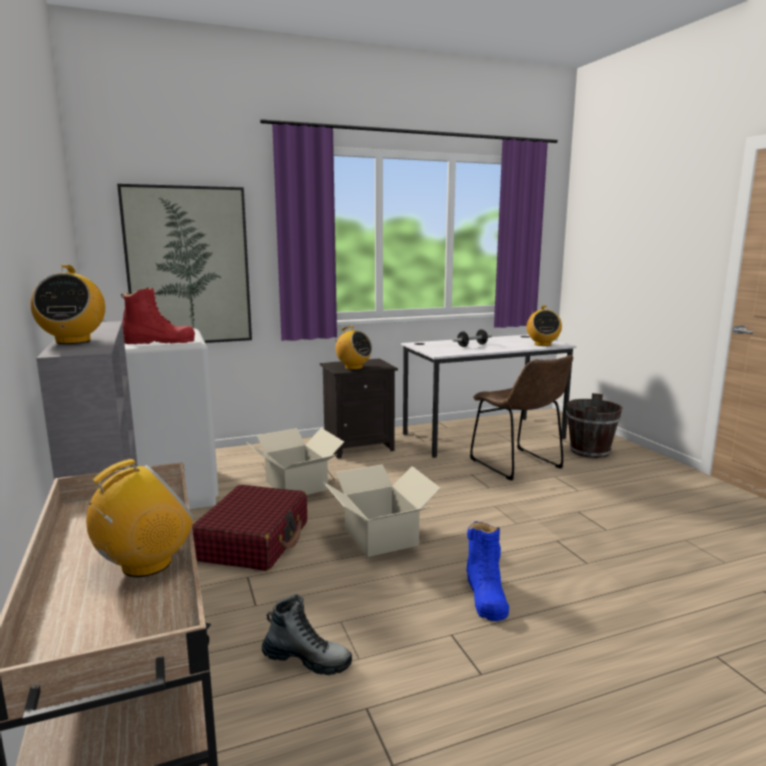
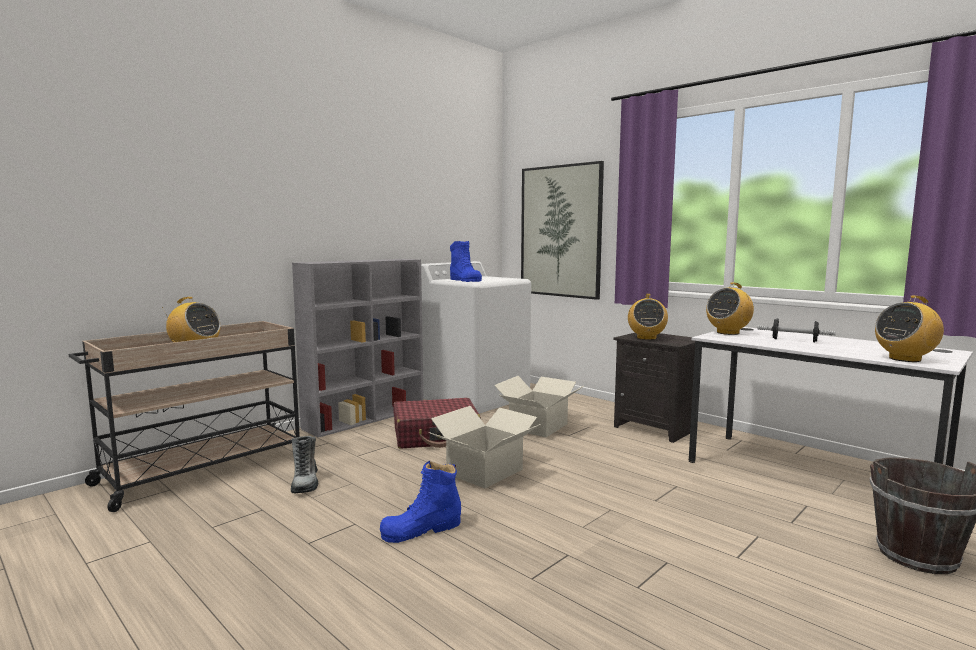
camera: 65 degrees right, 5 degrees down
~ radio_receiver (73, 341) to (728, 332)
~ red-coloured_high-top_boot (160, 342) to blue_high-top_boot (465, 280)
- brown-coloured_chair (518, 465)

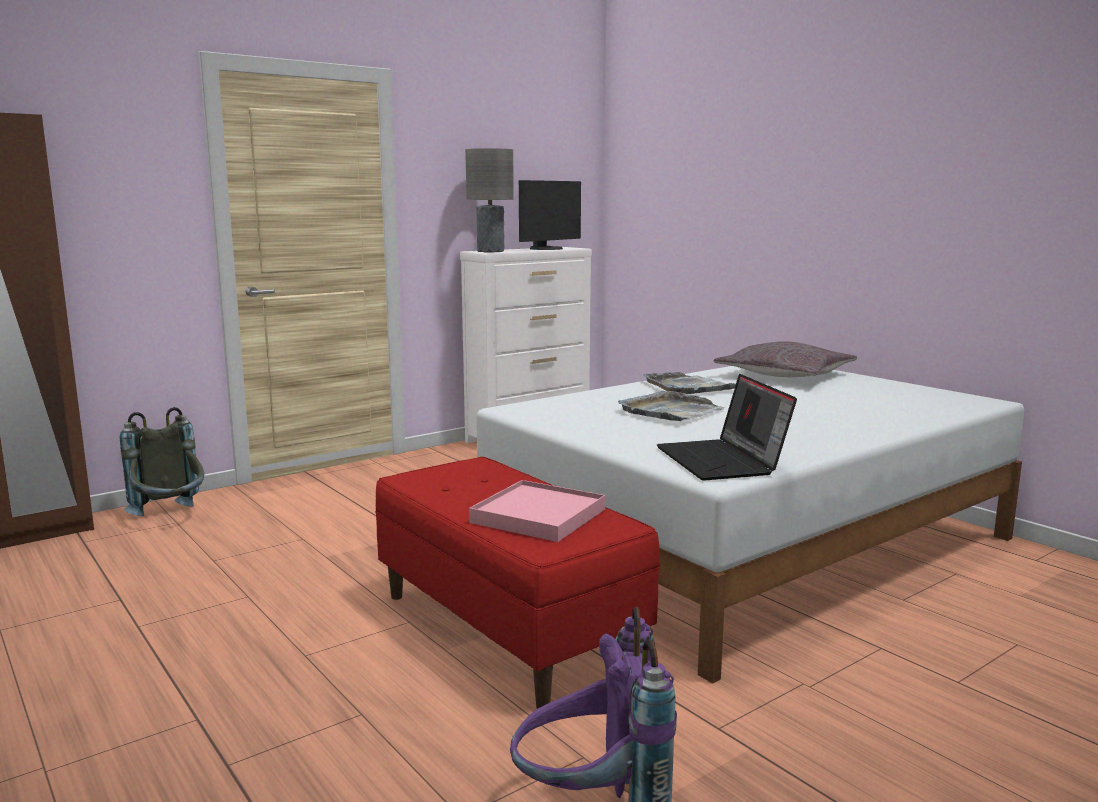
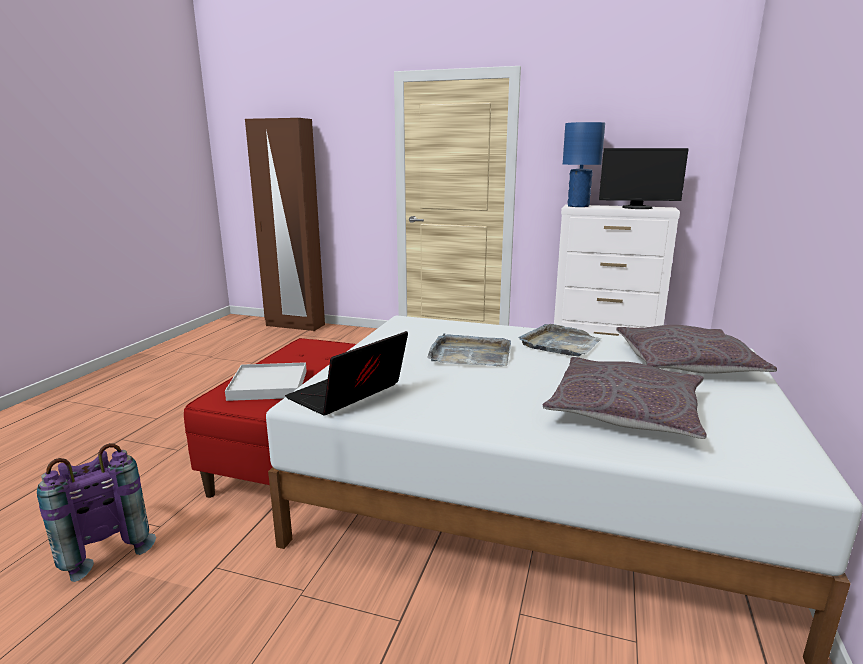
camera: 55 degrees right, 5 degrees up
~ grey_lamp_for_a_table (491, 251) to blue_lamp_for_a_table (578, 206)
- grey_backpack (171, 517)
~ pinkish_serving_tray (538, 516) to white-coloured_serving_tray (268, 385)
+ grey_pillow (625, 411)

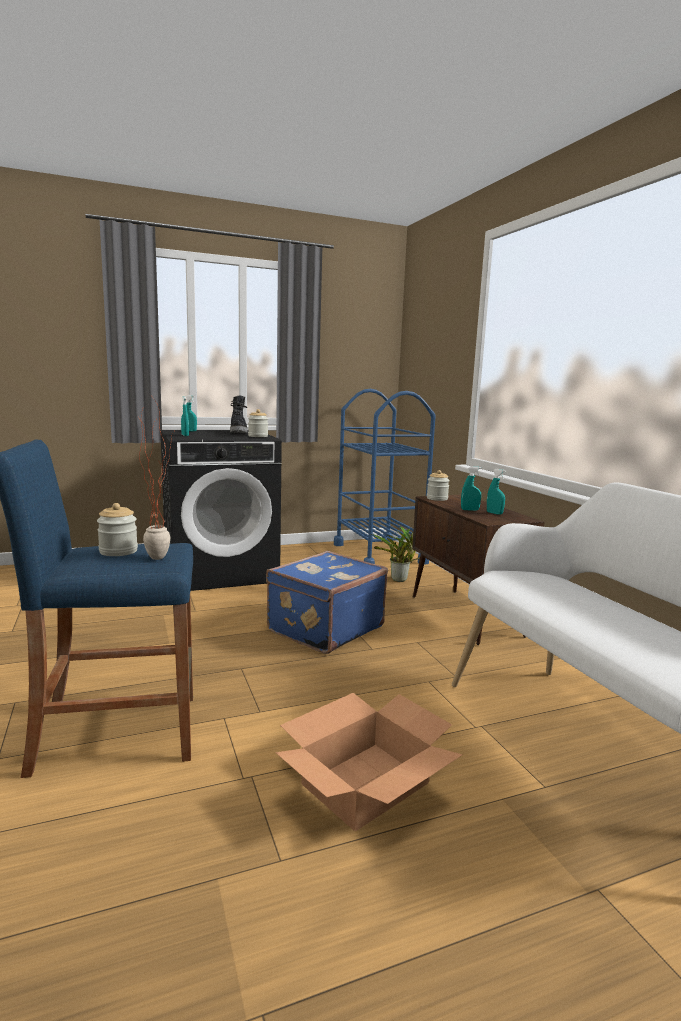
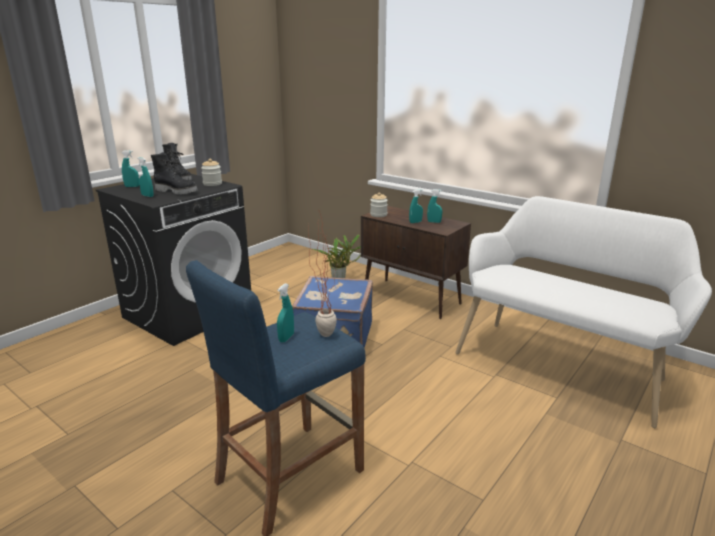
camera: 30 degrees left, 10 degrees up
- blue_trolley (379, 553)
~ preserve_jar (118, 551) to blue-green_sprayer (286, 338)
- carton (365, 783)
+ black_high-top_boot (177, 191)

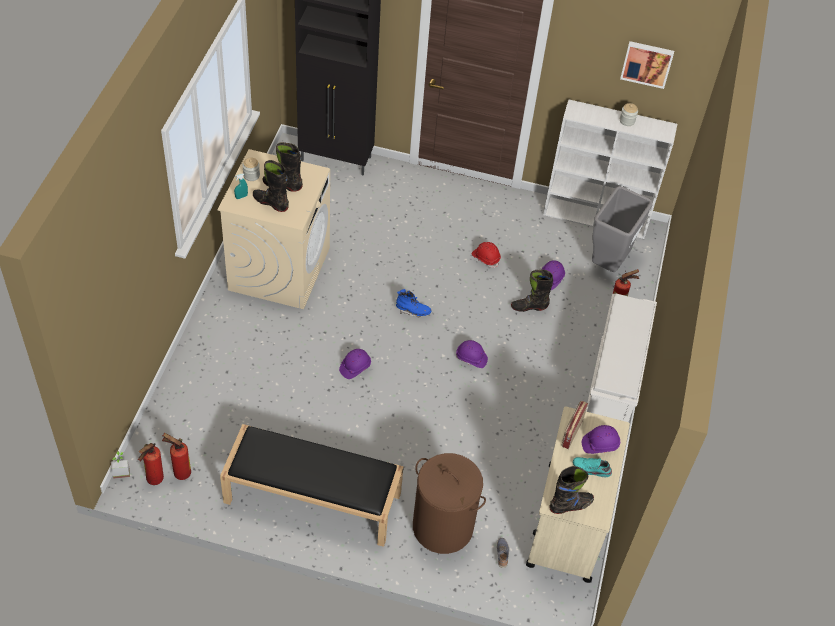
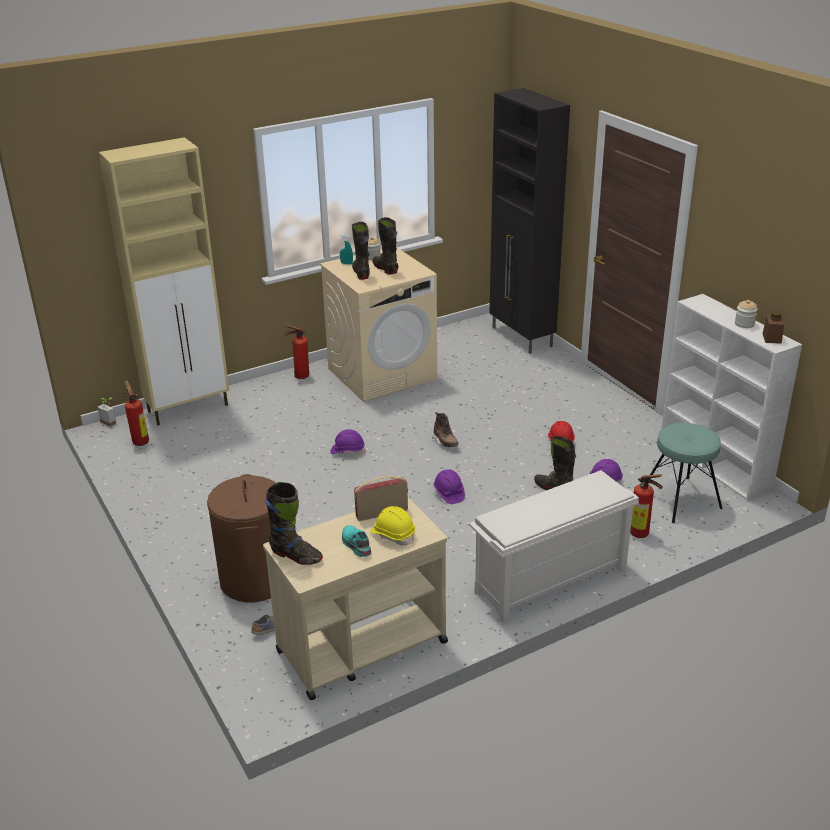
camera: 50 degrees right, 20 degrees down
- wall_art (647, 63)
~ grey_rubbish_bin (608, 264) to blue-green_stool (680, 500)
~ blue_high-top_boot (413, 311) to brown-coloured_high-top_boot (445, 442)
- black_long_seat (311, 498)
~ purple_hard_hat (600, 444) to yellow_hard_hat (393, 534)
~ fire_extinguisher (153, 480) to (299, 376)
+ beige_storage_cabinet (189, 408)
+ brown-coloured_preserve_jar (772, 338)

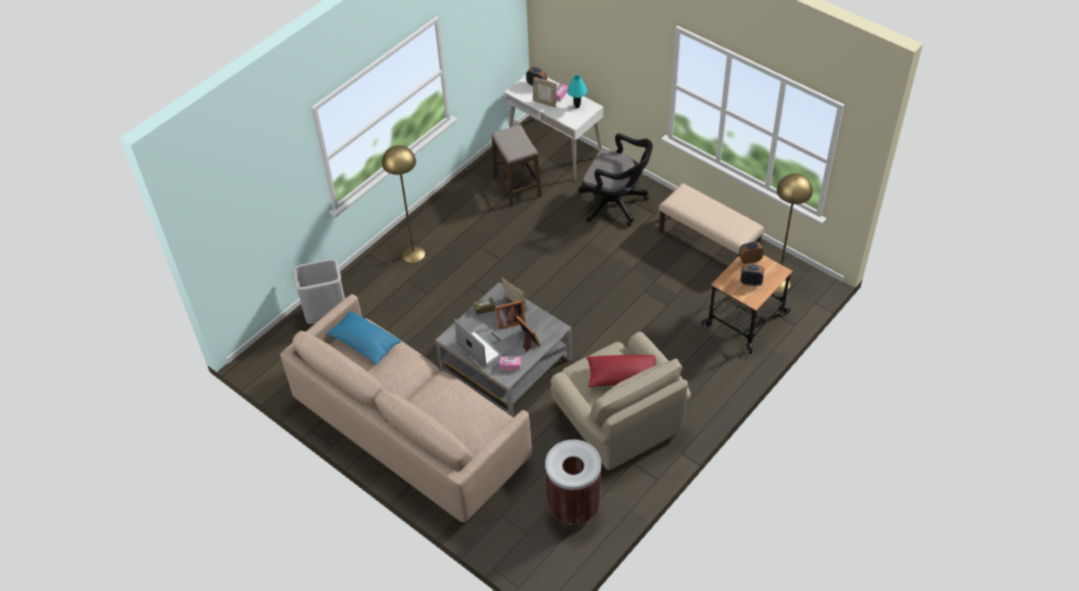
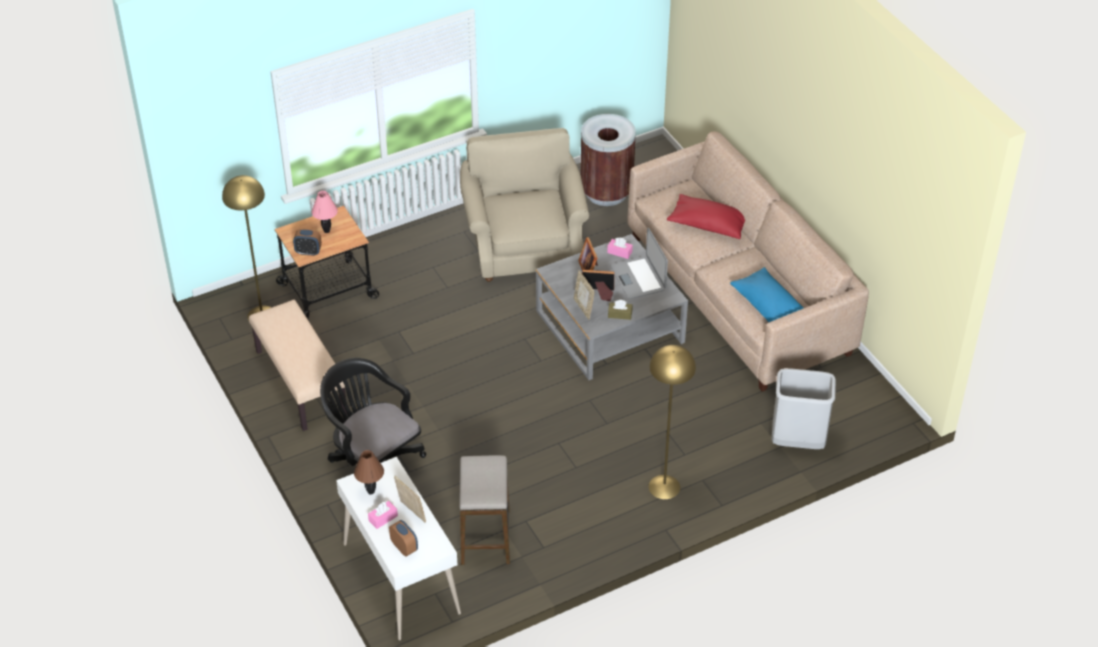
camera: 160 degrees left, 5 degrees down
~ blue-green_lamp_for_a_table (577, 106) to brown-coloured_lamp_for_a_table (370, 492)
~ table_clock (751, 282) to pinkish_lamp_for_a_table (326, 231)
~ red-coloured_pillow (622, 377) to (708, 224)

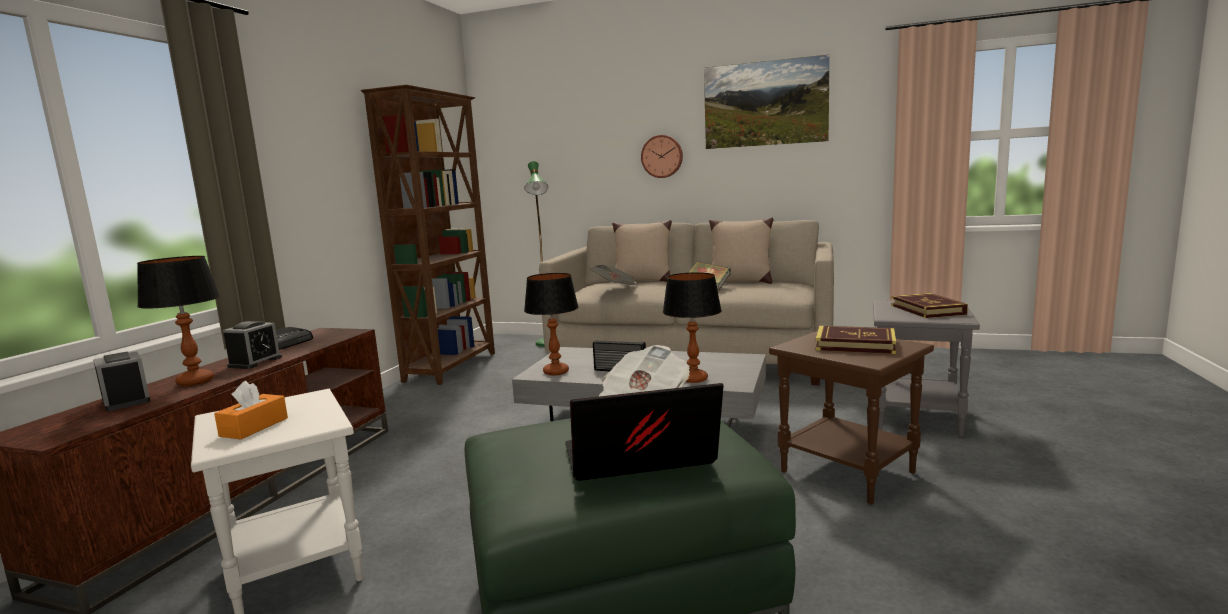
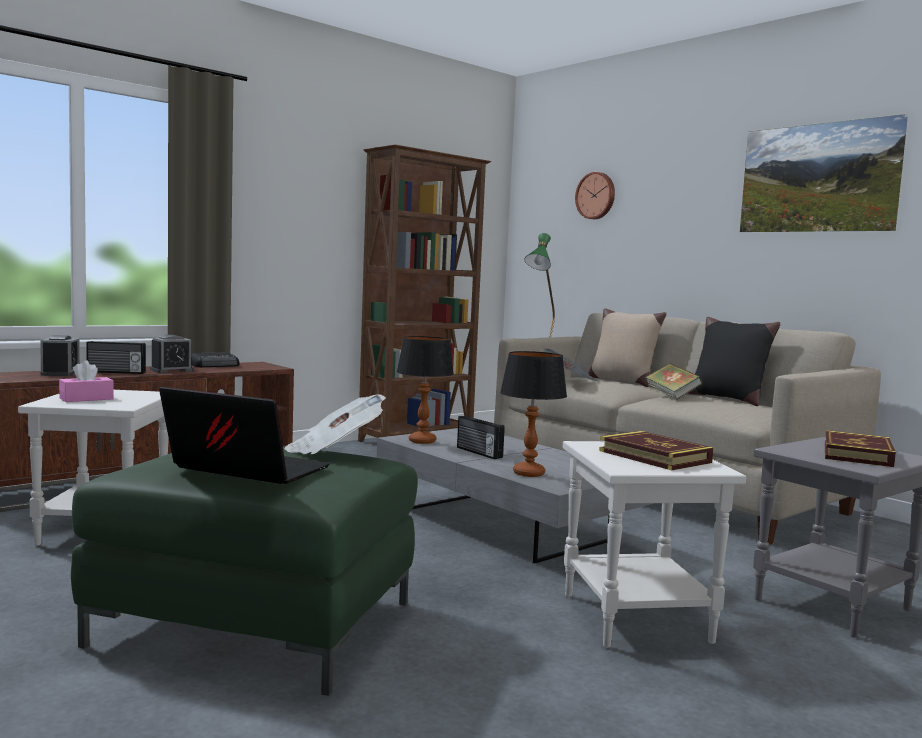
camera: 30 degrees right, 5 degrees down
~ clock_on_the_wall (662, 156) to (596, 196)
~ beige_pillow (740, 281) to black_pillow (727, 399)
~ lamp_for_a_table (196, 381) to radio_receiver (116, 372)
~ brown-coloured_side_table (849, 472) to white-coloured_side_table (638, 618)
~ orangey_tissue_holder (254, 427) to pinkish_tissue_holder (86, 399)

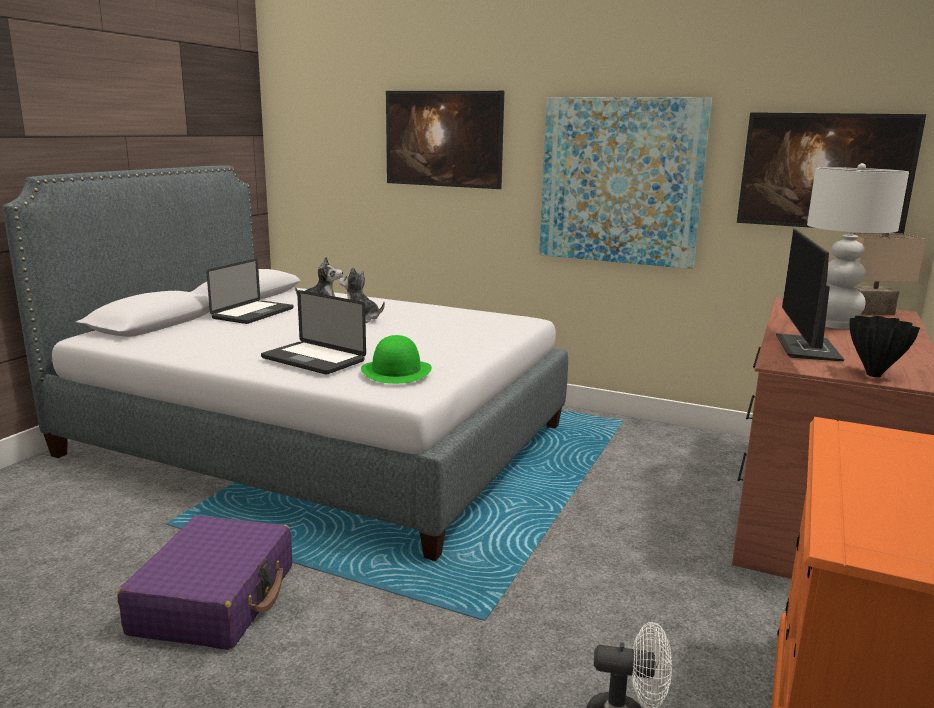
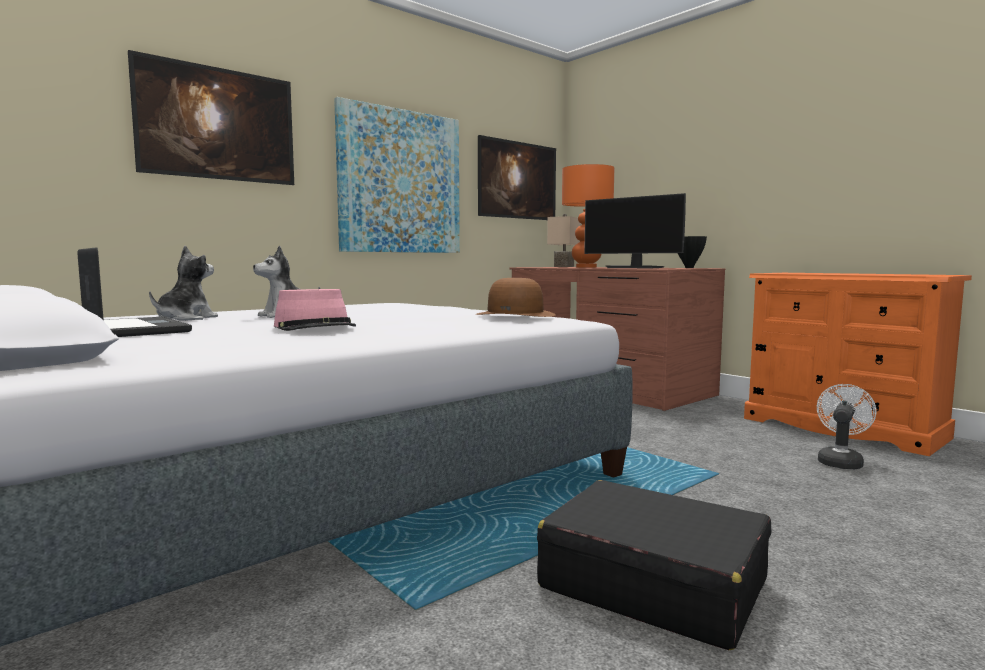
camera: 65 degrees left, 10 degrees down
~ white-coloured_lamp_for_a_table (834, 324) to orangey_lamp_for_a_table (585, 267)
- portable_computer (313, 359)
~ green-coloured_clothing_hat (396, 371) to brown-coloured_clothing_hat (515, 314)
~ purple_travel_case (215, 599) to black_travel_case (652, 583)
+ pinkish_clothing_hat (315, 327)

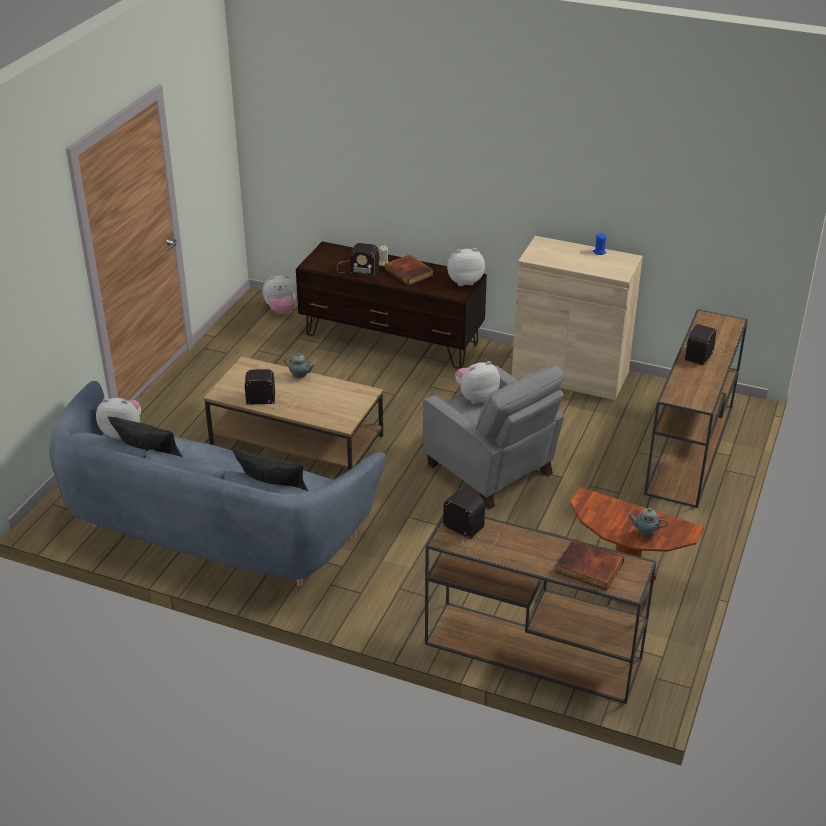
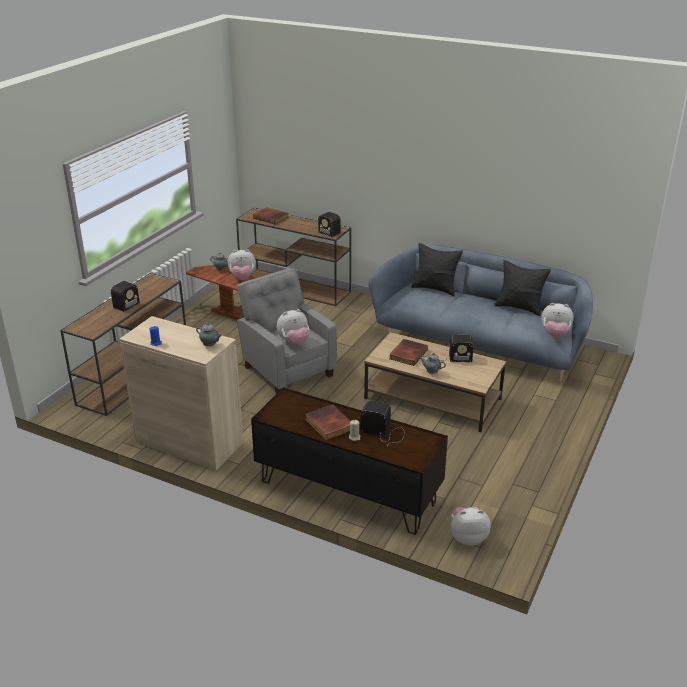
camera: 175 degrees left, 5 degrees down
~ plush_toy (464, 281) to (242, 278)
+ teapot (210, 346)
+ bound_book (407, 354)

